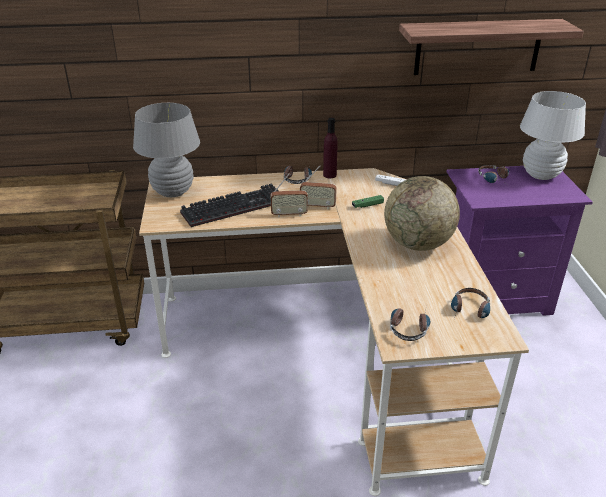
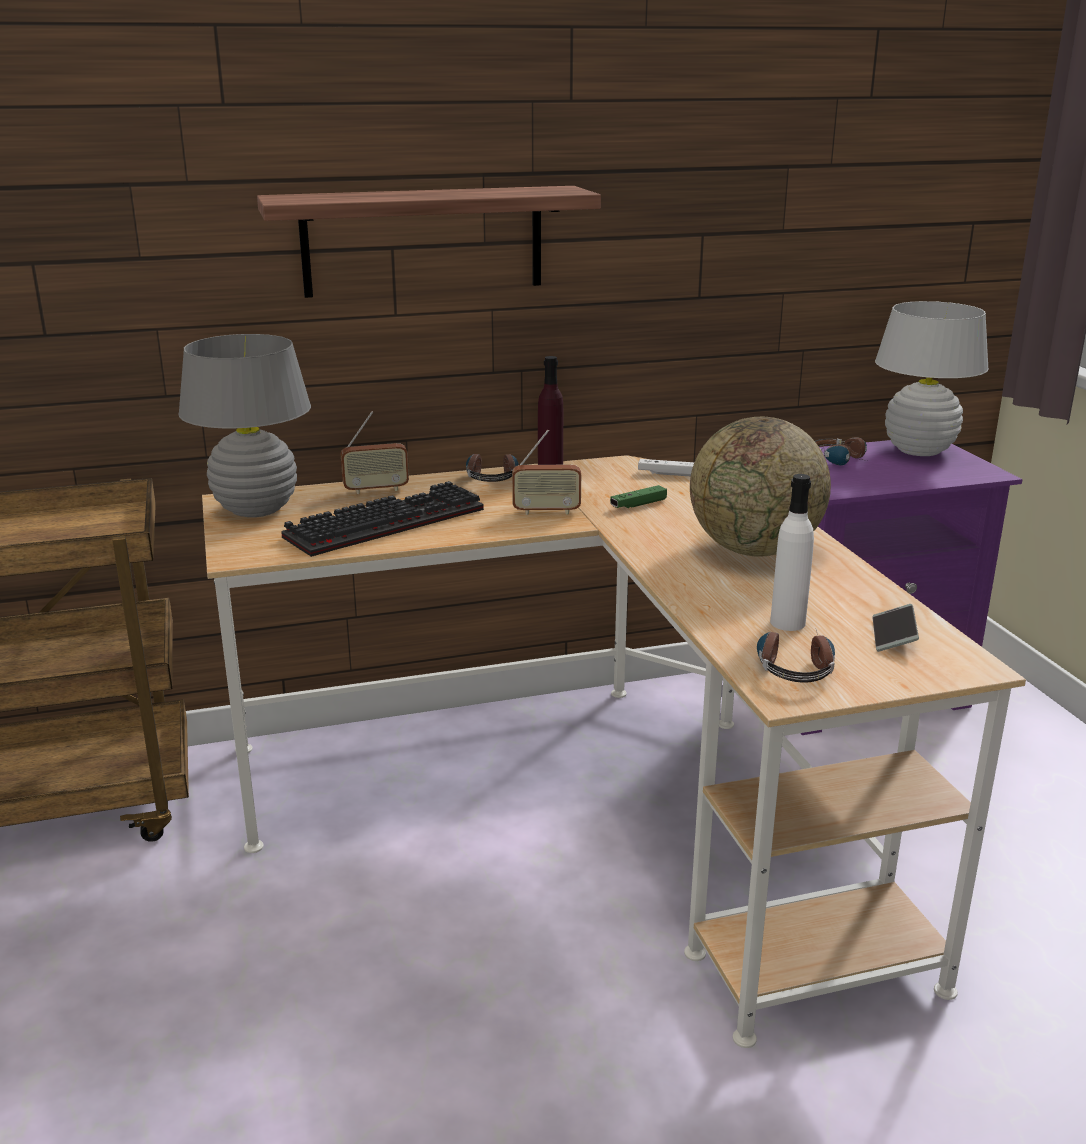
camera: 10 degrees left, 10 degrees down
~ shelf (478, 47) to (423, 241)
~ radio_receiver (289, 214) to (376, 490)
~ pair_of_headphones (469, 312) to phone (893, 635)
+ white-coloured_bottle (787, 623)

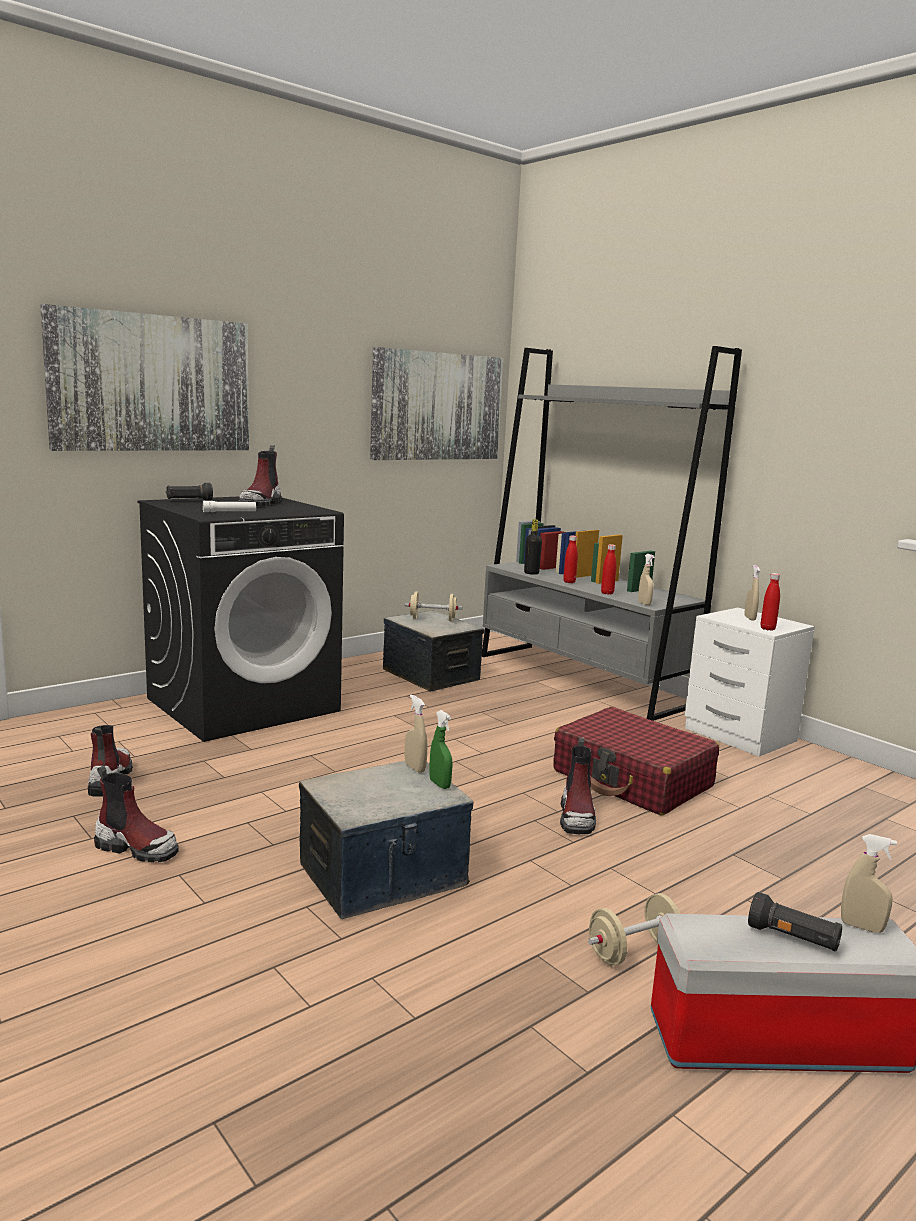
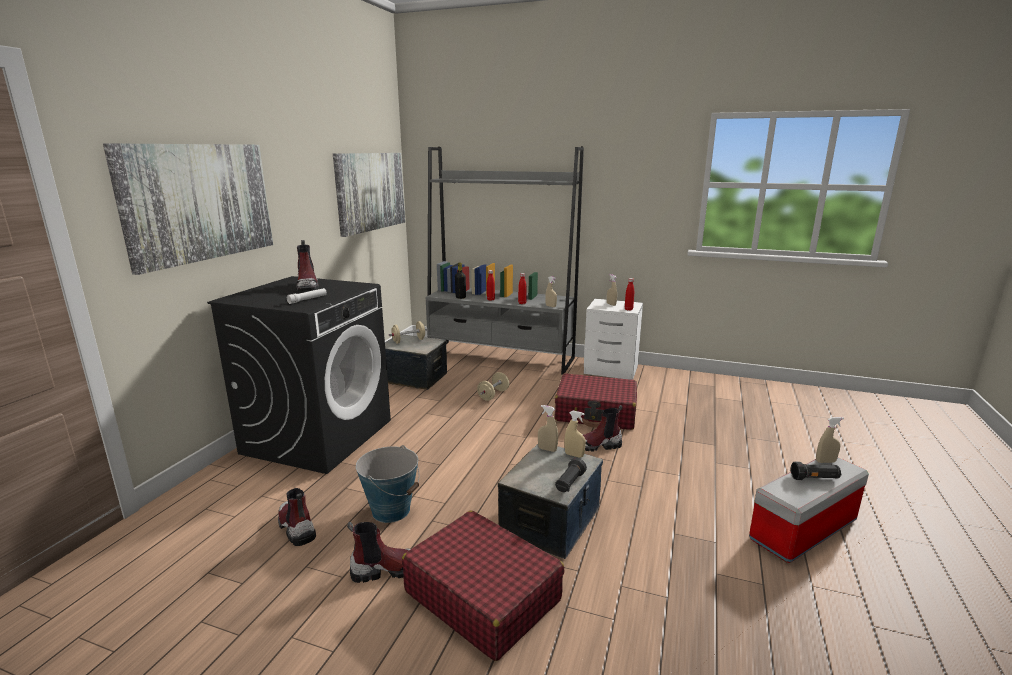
camera: 30 degrees left, 5 degrees up
~ black_hand_torch (189, 501) to (569, 483)
~ green-coloured_sprayer (439, 784) to beige_sprayer (574, 455)
~ high-top_boot (577, 817) = (598, 445) 105 degrees clockwise
~ beige_dumbbell (633, 951) to (493, 395)
+ pail (391, 510)
+ red-coloured_travel_case (482, 595)

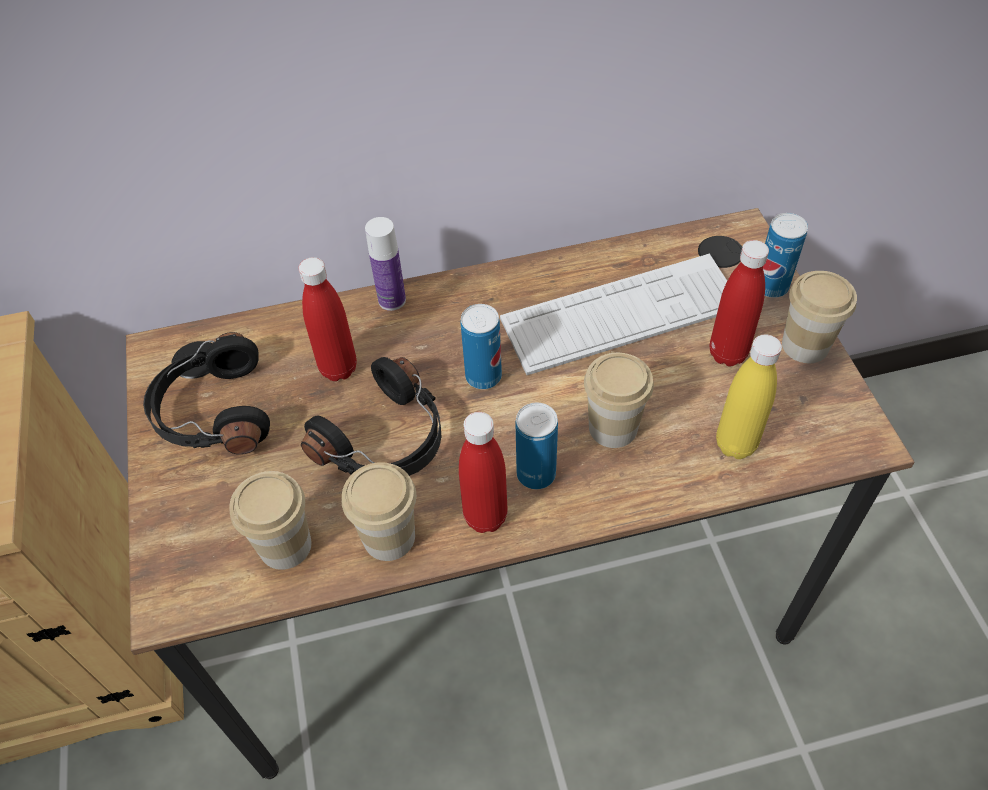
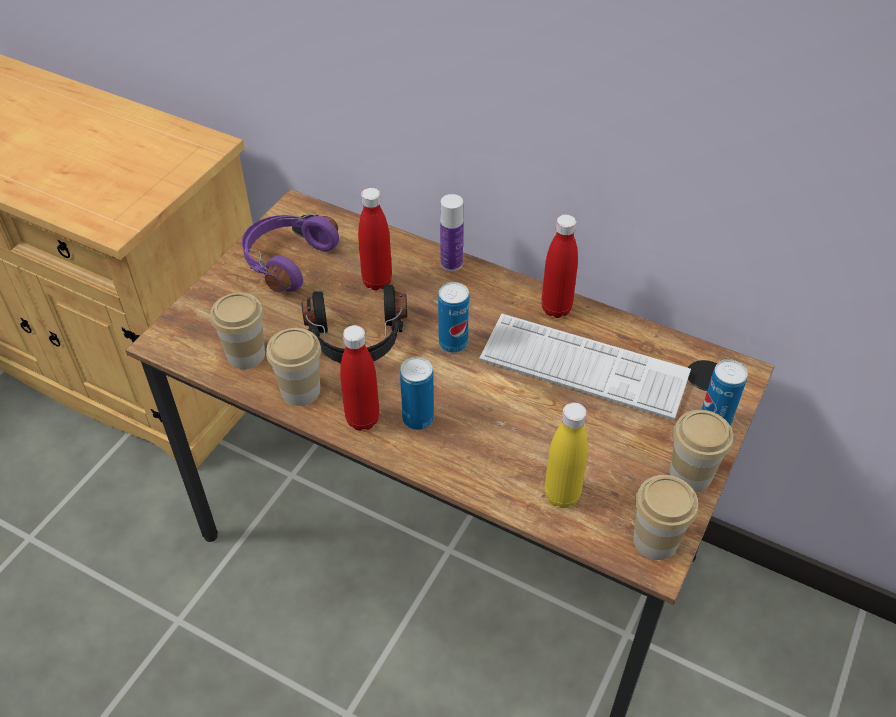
camera: 40 degrees right, 5 degrees down
~ red-coloured_bottle (727, 353) to (556, 309)
~ black_pair_of_headphones (213, 413) to purple_pair_of_headphones (286, 260)
~ drinking_cup (613, 427) to (655, 540)

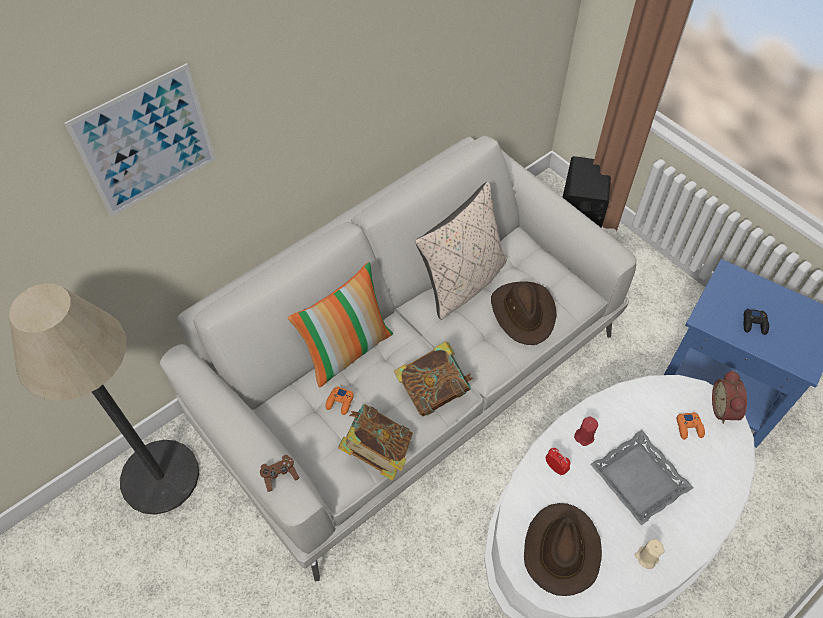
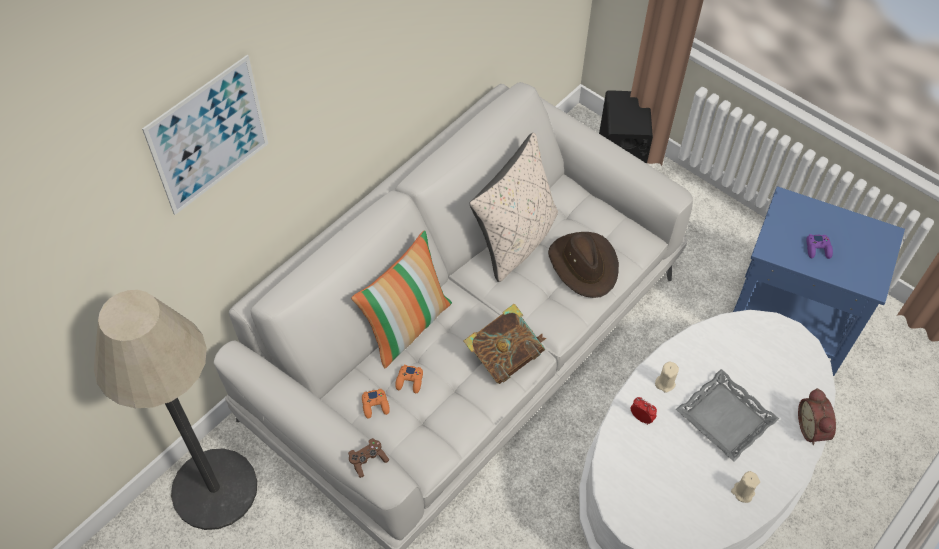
camera: 10 degrees left, 0 degrees up
~ black_gamepad (754, 324) to purple_gamepad (818, 249)
~ table_clock (725, 409) to (813, 428)
- bound_book (377, 451)
~ orangey_gamepad (689, 427) to (375, 405)
~ red-coloured_wax_candle (584, 436) to beige_wax_candle (665, 383)
- brown-coloured_clothing_hat (561, 549)

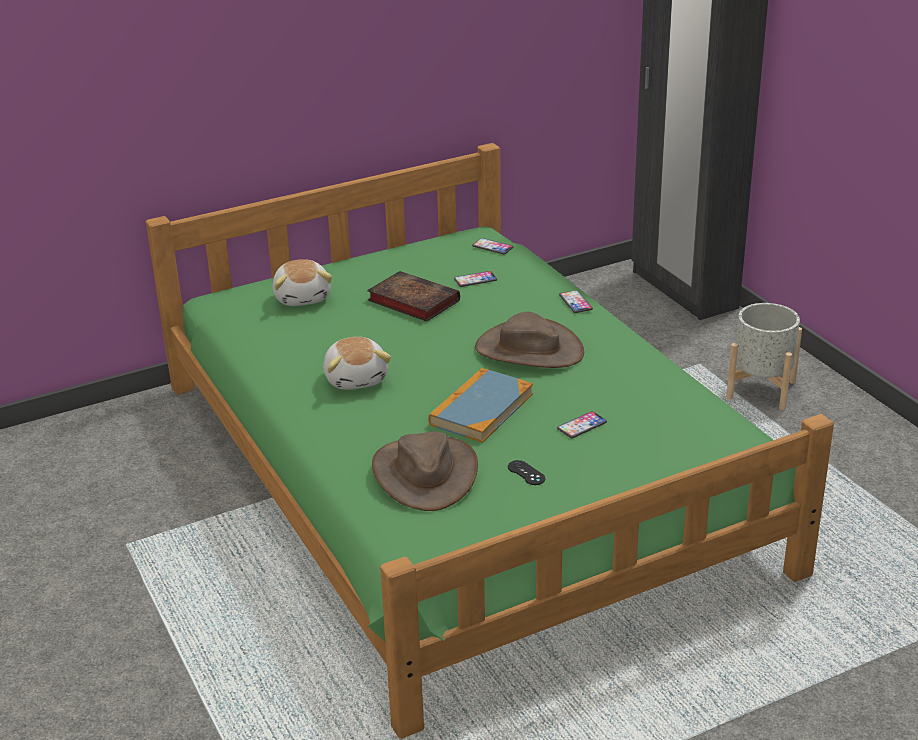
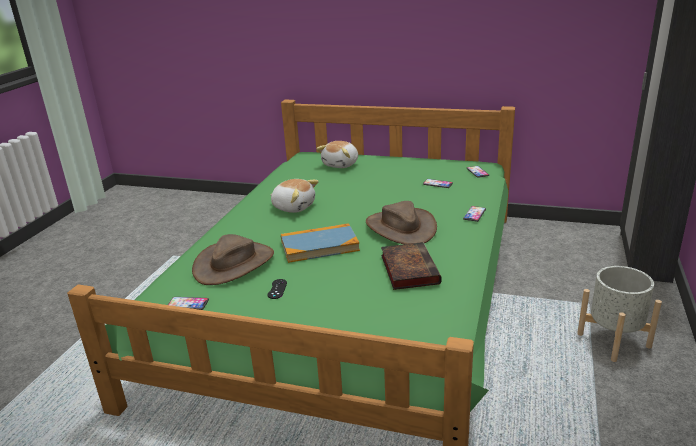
camera: 45 degrees right, 5 degrees down
~ bound_book (411, 301) to (408, 269)
~ plush_toy (357, 378) = (294, 207) 90 degrees counterclockwise
~ phone (582, 426) to (188, 304)

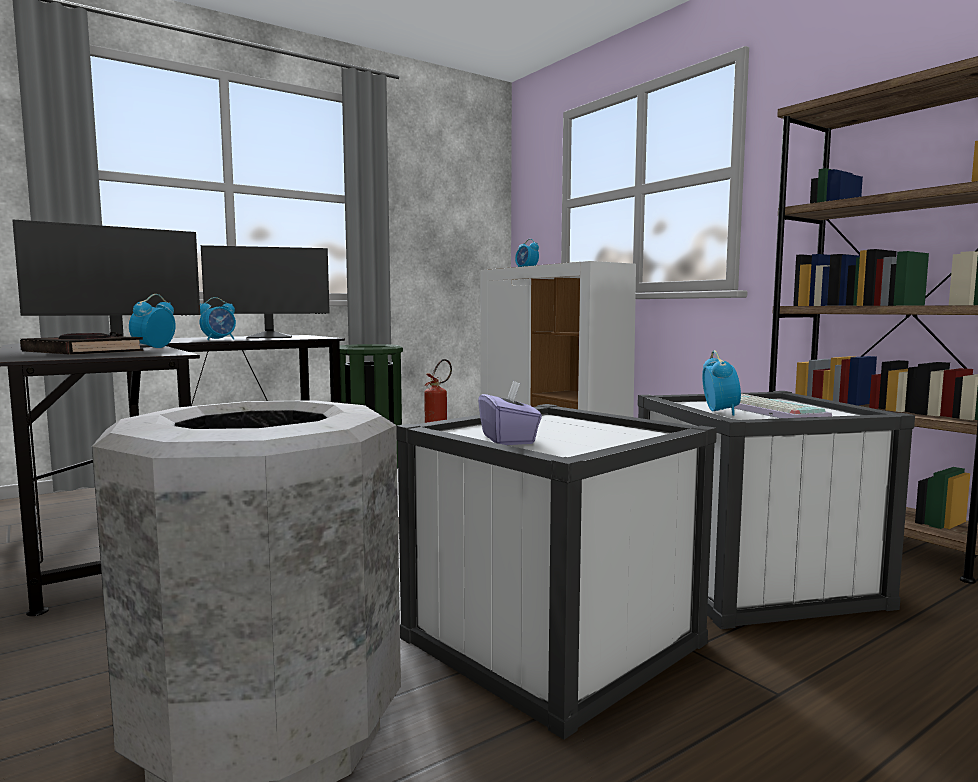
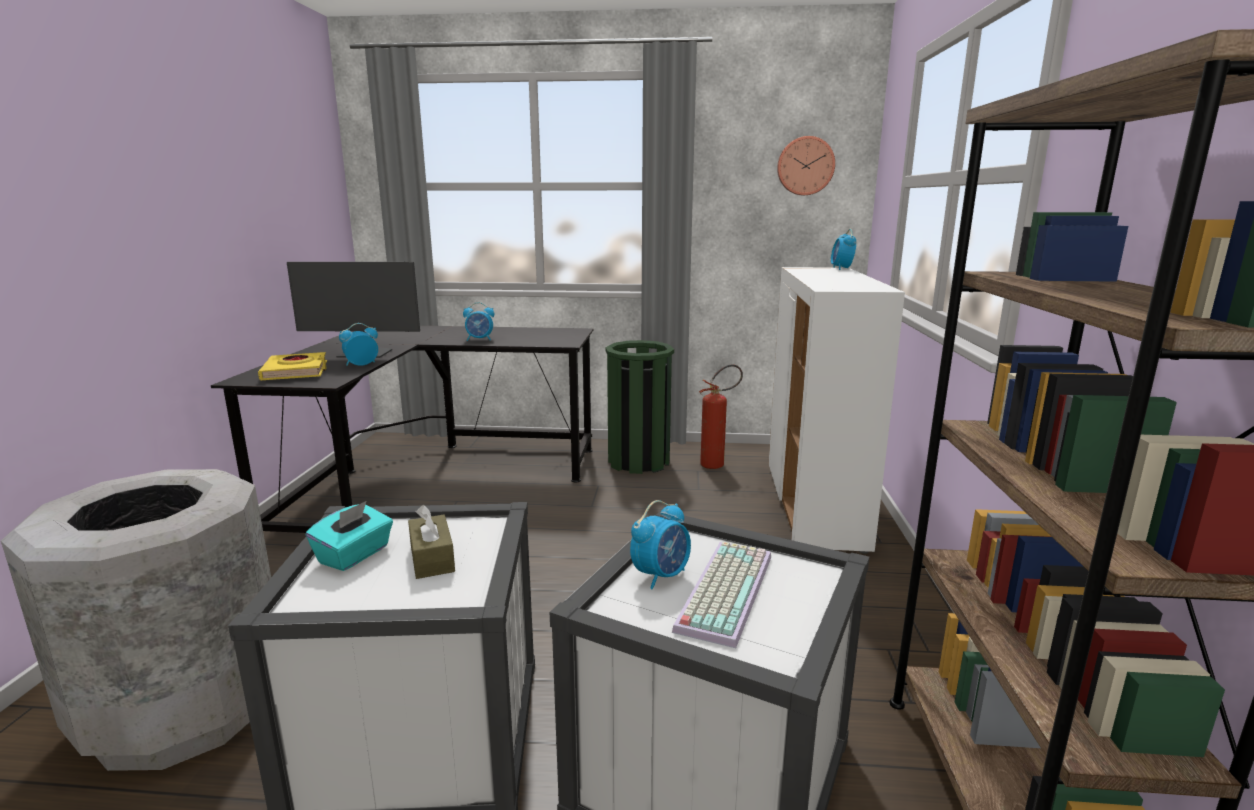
camera: 40 degrees right, 10 degrees up
- monitor (270, 337)
~ black_bound_book (84, 353) to yellow_bound_book (296, 372)
~ purple_tissue_holder (509, 439) to blue-green_tissue_holder (355, 555)
+ clock_on_the_wall (805, 166)
+ brown-coloured_tissue_holder (432, 558)

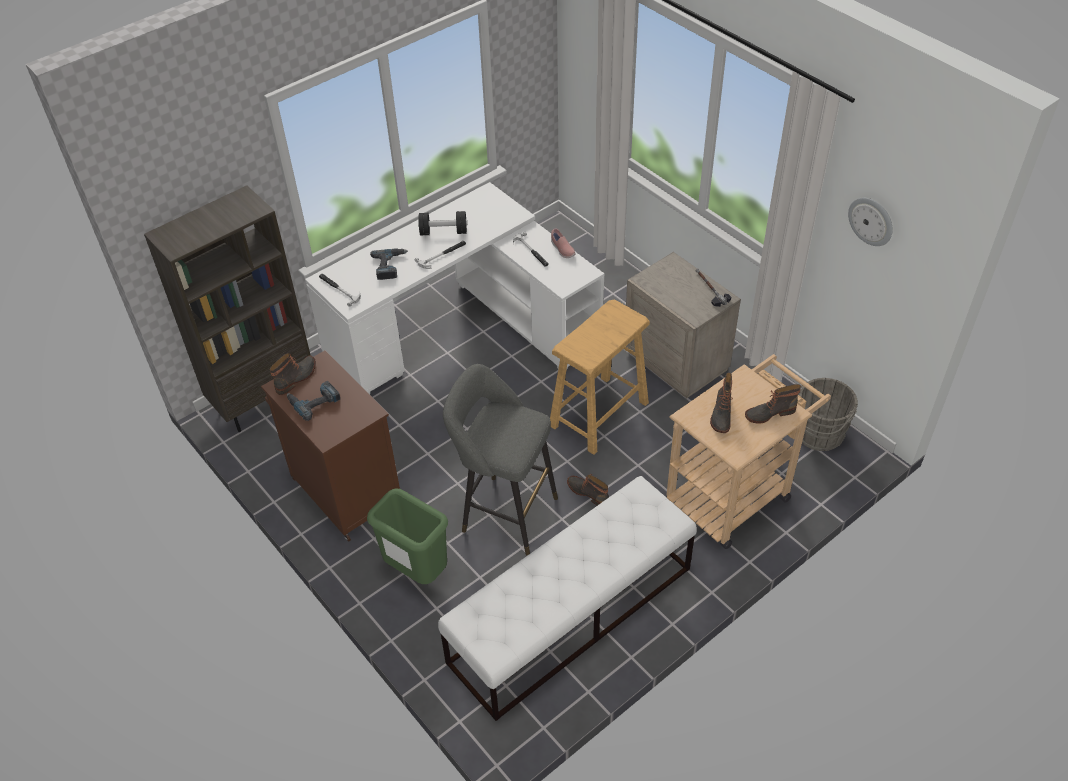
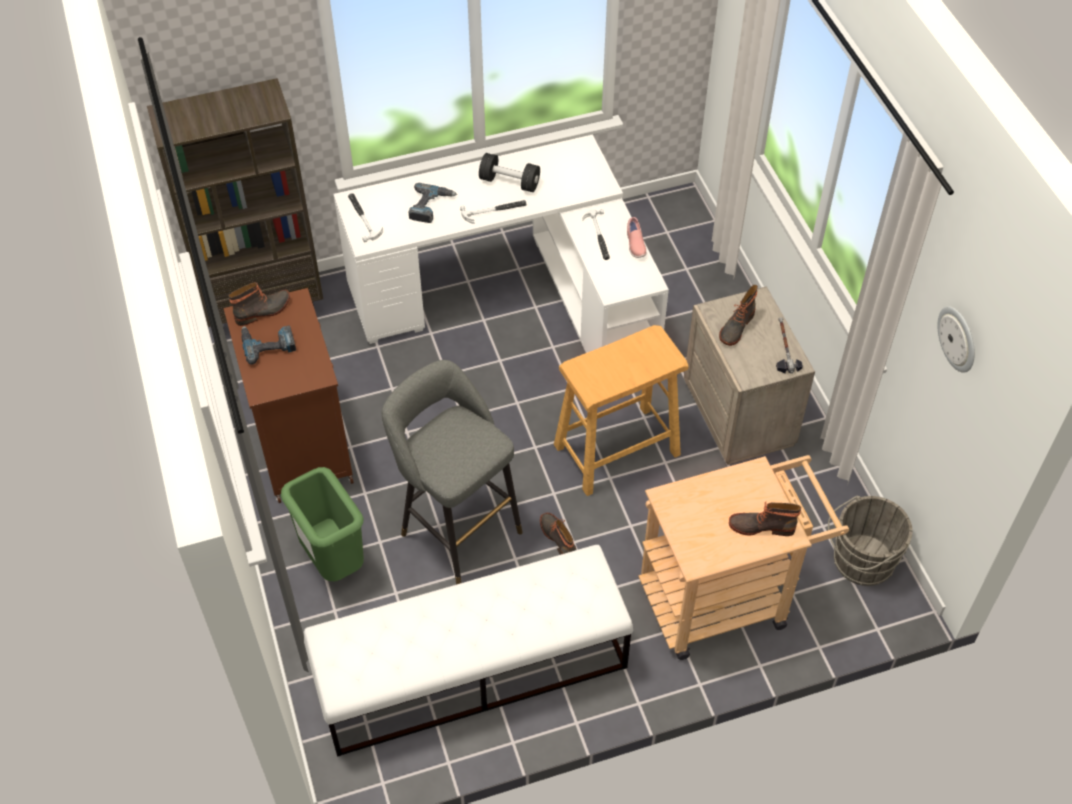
camera: 20 degrees right, 5 degrees up
~ high-top_boot (721, 415) to (736, 327)

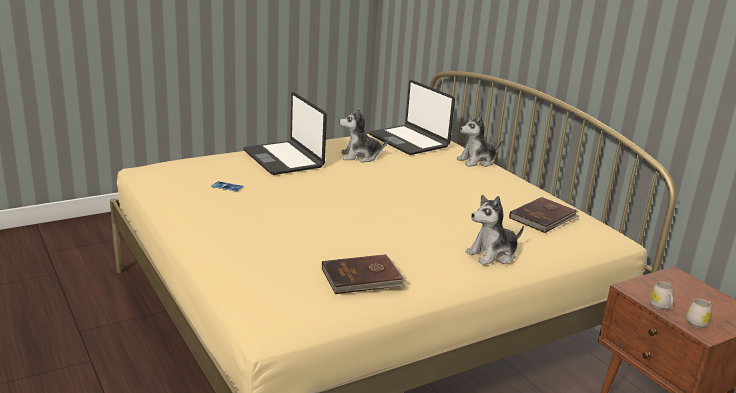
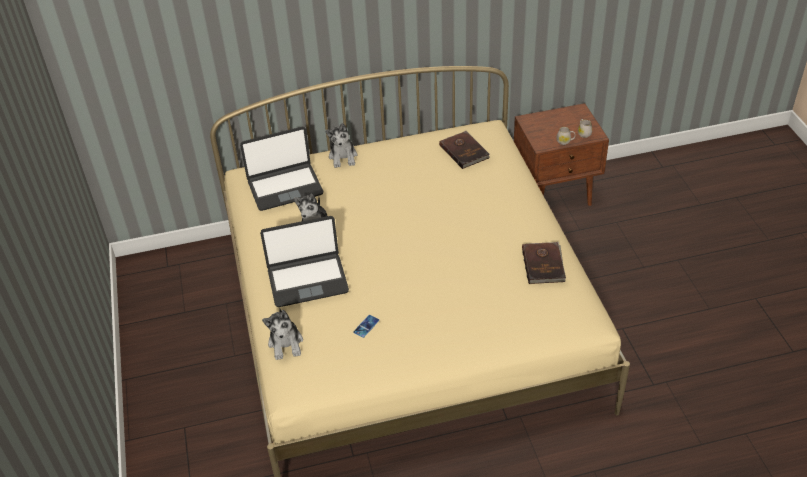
camera: 70 degrees left, 20 degrees up
~ plush_toy (493, 255) to (286, 343)

